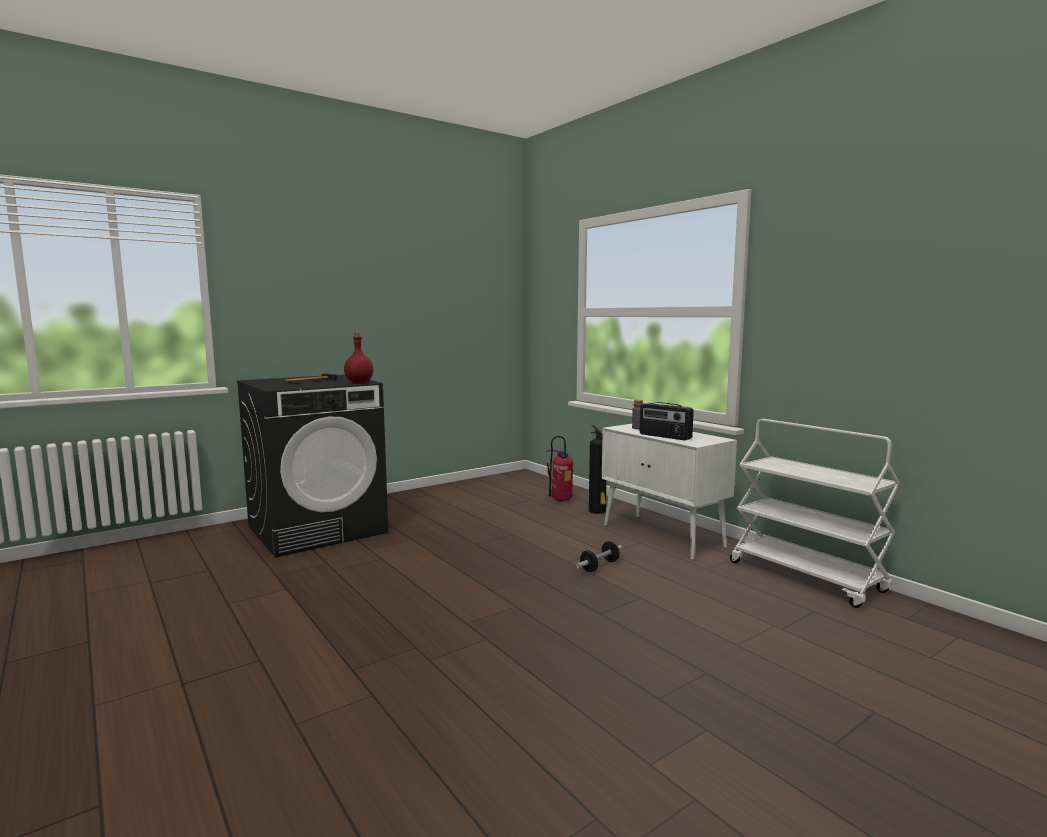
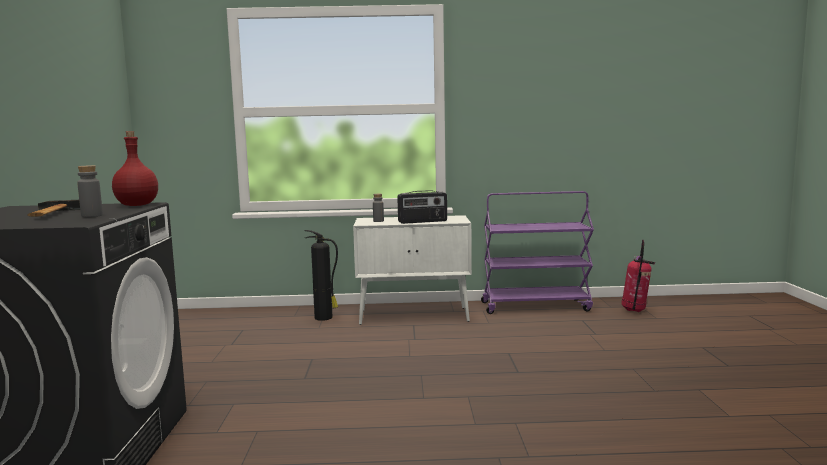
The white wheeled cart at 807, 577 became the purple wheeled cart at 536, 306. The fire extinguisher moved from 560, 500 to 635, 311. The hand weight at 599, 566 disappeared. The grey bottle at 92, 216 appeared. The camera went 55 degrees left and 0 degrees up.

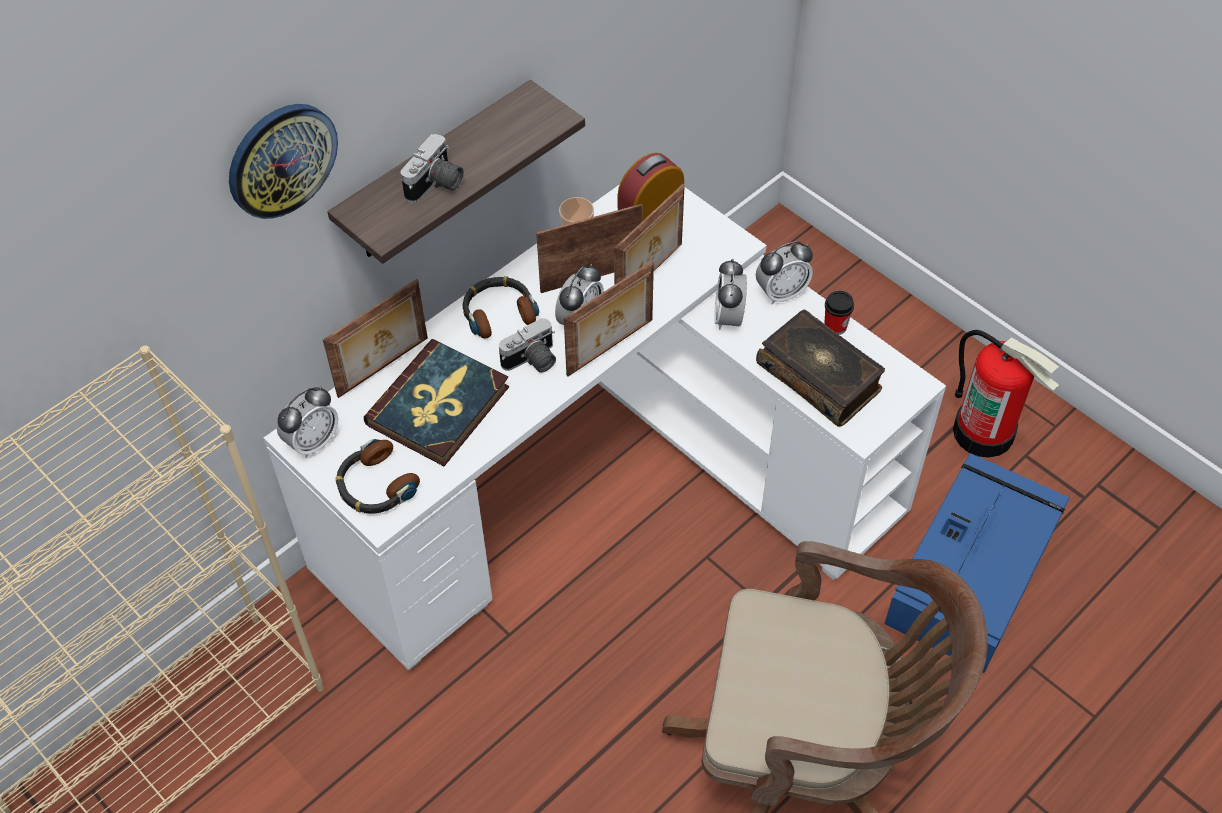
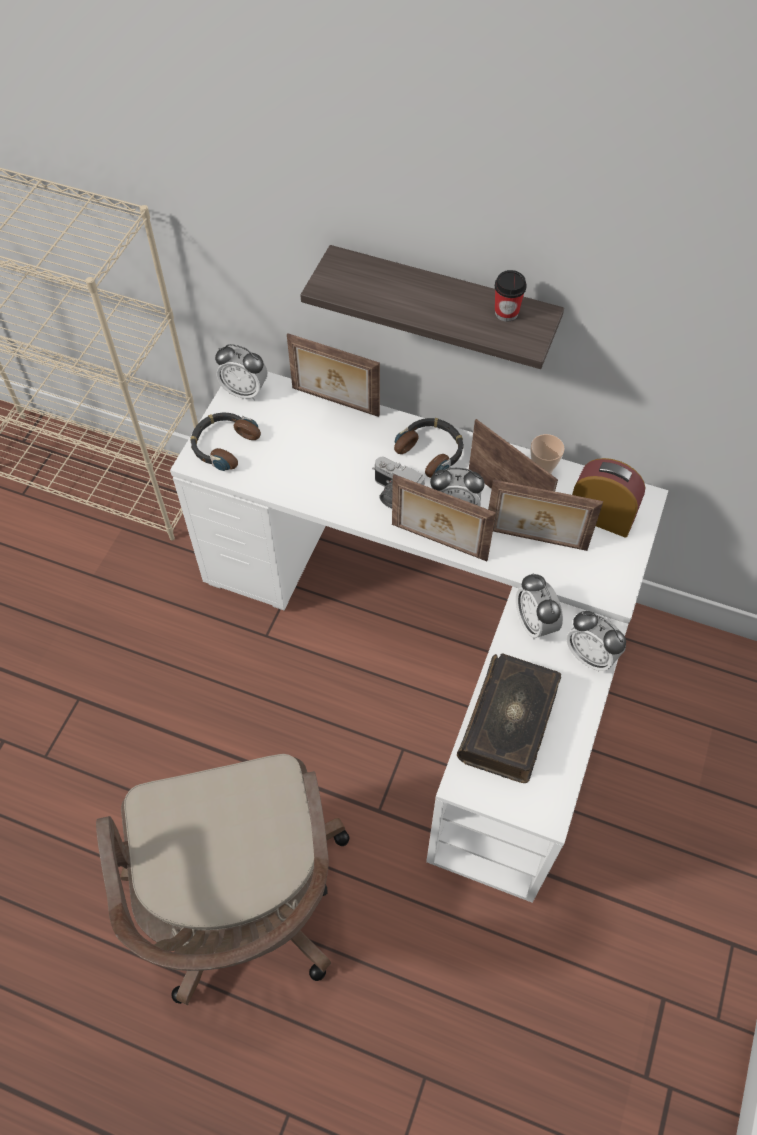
The clock on the wall at 281, 159 disappeared. The photo camera at 436, 185 disappeared. The table clock at 728, 318 turned 90 degrees counterclockwise. The cup moved from 835, 326 to 506, 312. The fire extinguisher at 984, 432 disappeared. The bound book at 439, 406 disappeared. The blue-coloured storage bin at 972, 572 disappeared. The camera went 65 degrees right and 5 degrees up.

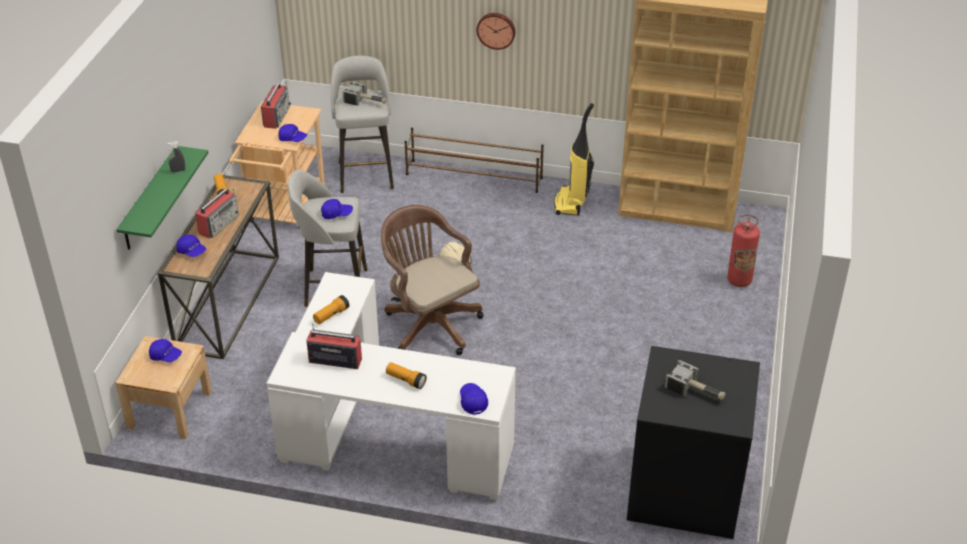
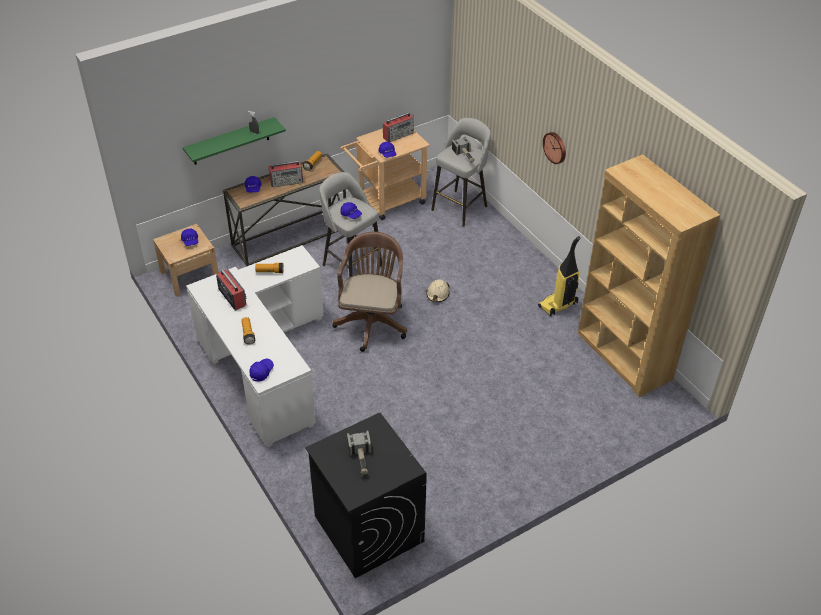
The brownish shoe rack at 474, 176 disappeared. The fire extinguisher at 739, 280 disappeared. The camera went 45 degrees right and 5 degrees up.

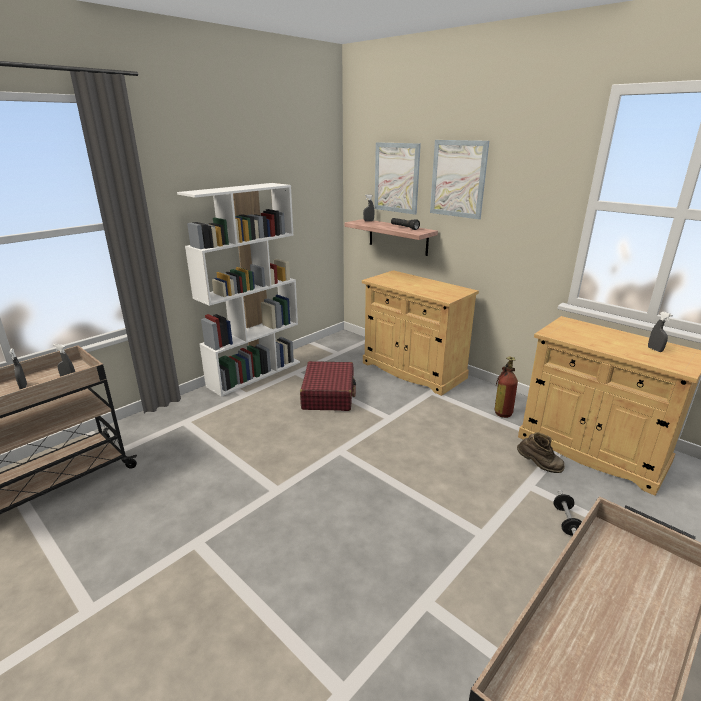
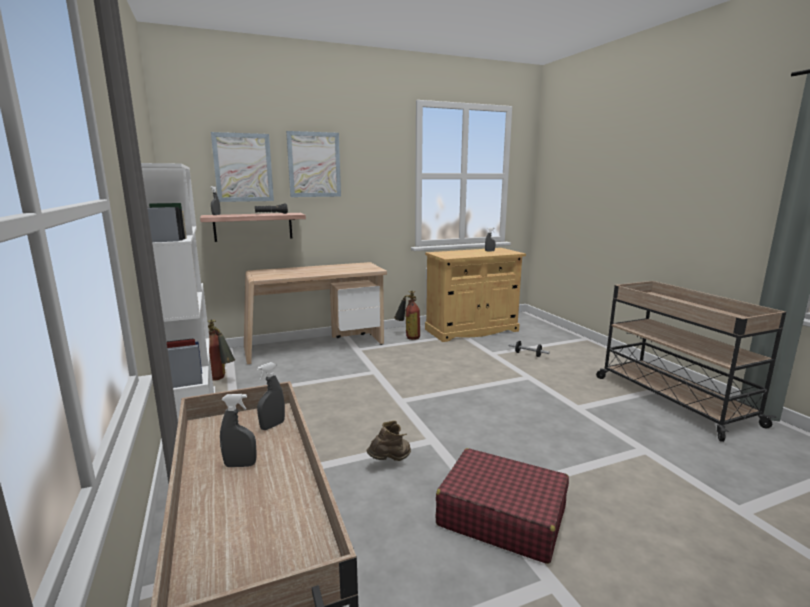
The beige storage cabinet at 413, 370 was replaced by the beige desk table at 315, 347. The reddish suitcase moved from 328, 394 to 501, 516. The brownish boot moved from 539, 466 to 391, 461. The fire extinguisher at 221, 379 appeared. The camera went 65 degrees left and 10 degrees down.

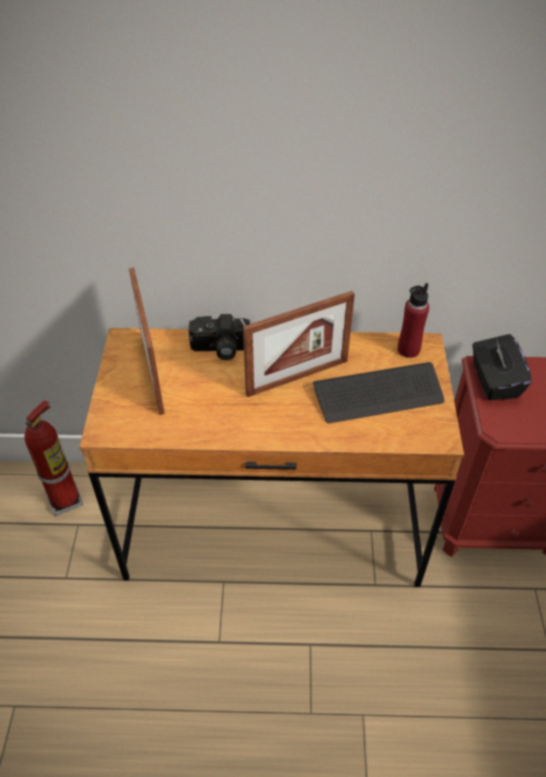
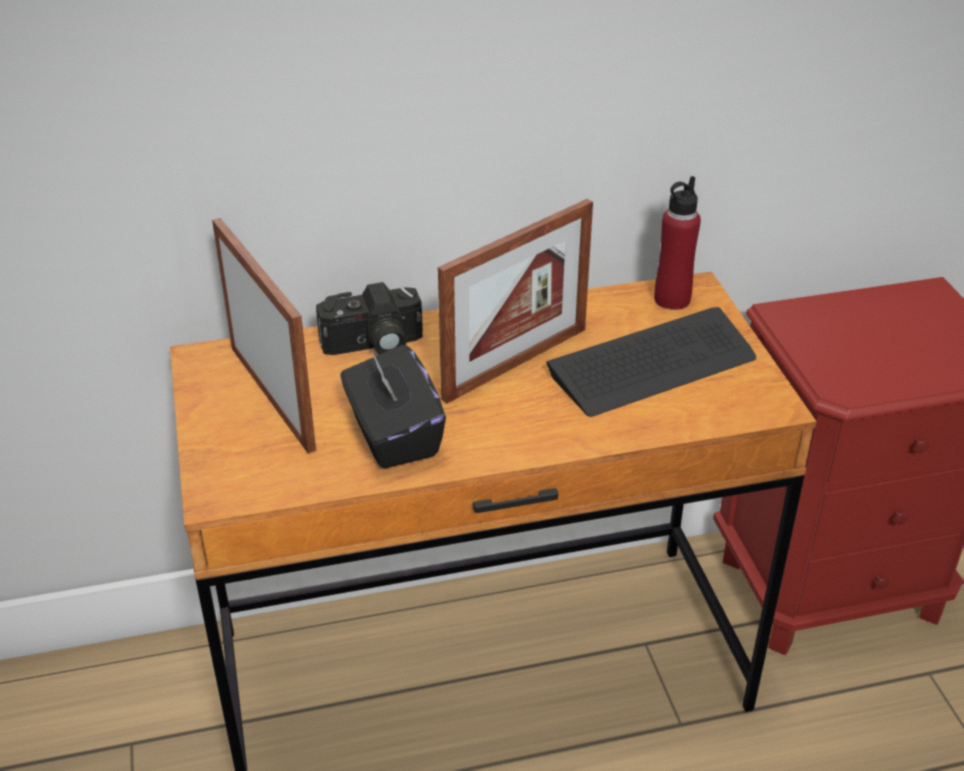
The black-coloured tissue holder moved from 494, 381 to 393, 435. The fire extinguisher at 66, 499 disappeared. The camera went 15 degrees left and 10 degrees down.

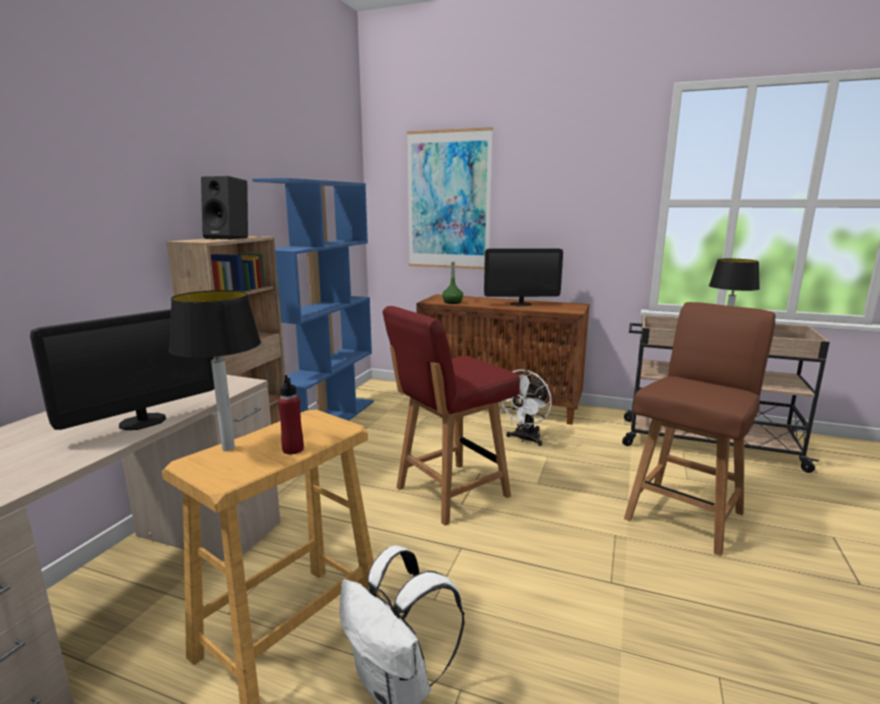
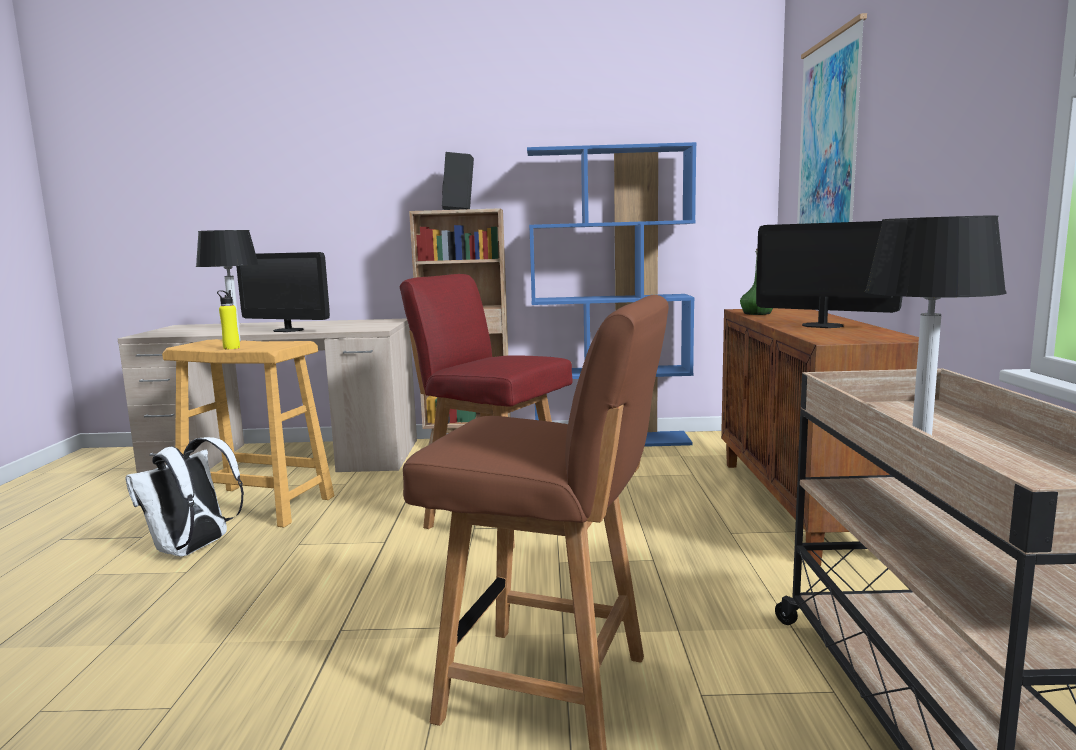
The monitor at 521, 304 turned 150 degrees clockwise. The white cooling fan at 525, 439 disappeared. The reddish bottle at 293, 449 became the yellowish bottle at 231, 348. The camera went 70 degrees right and 5 degrees down.

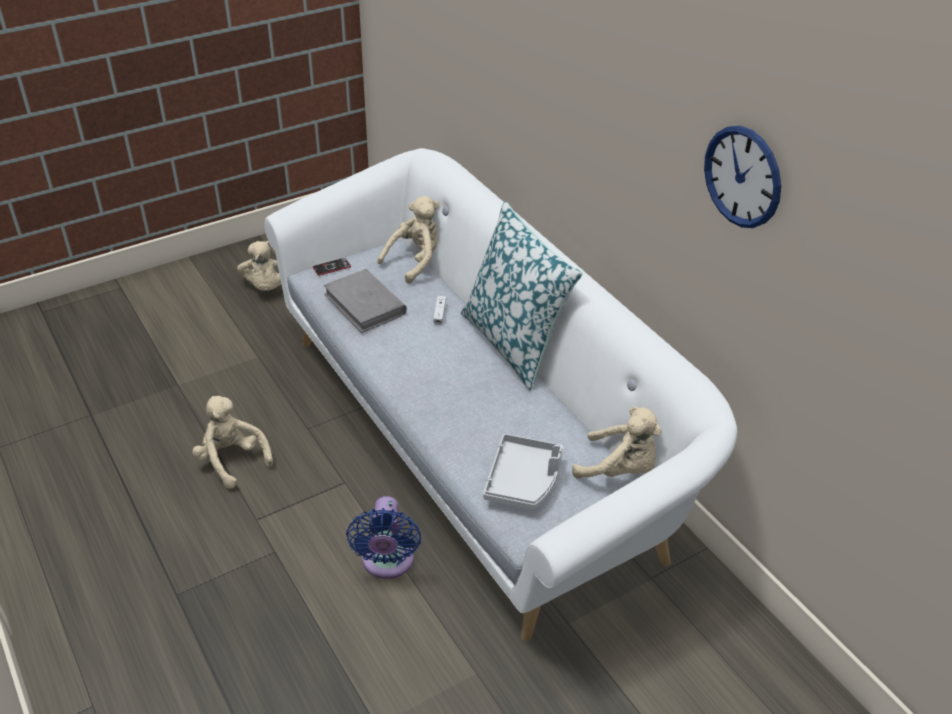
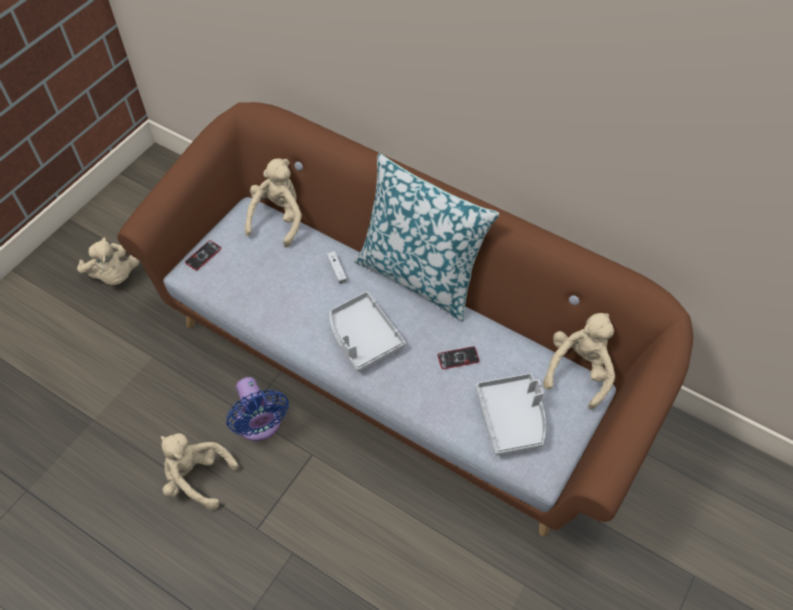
The clock on the wall at 742, 177 disappeared. The white sofa at 474, 438 became the brownish sofa at 396, 361. The grey bound book at 365, 304 disappeared. The beige cuddly toy at 620, 469 turned 60 degrees counterclockwise. The blue-coloured cooling fan moved from 387, 563 to 260, 425. The grey tray at 363, 337 appeared. The handset at 458, 358 appeared. The camera went 25 degrees left and 15 degrees up.

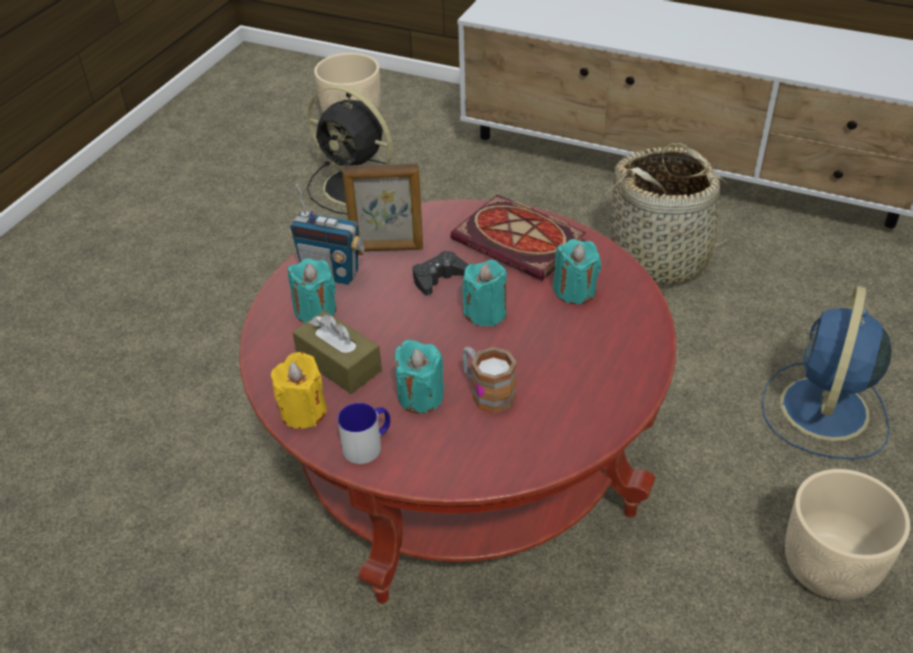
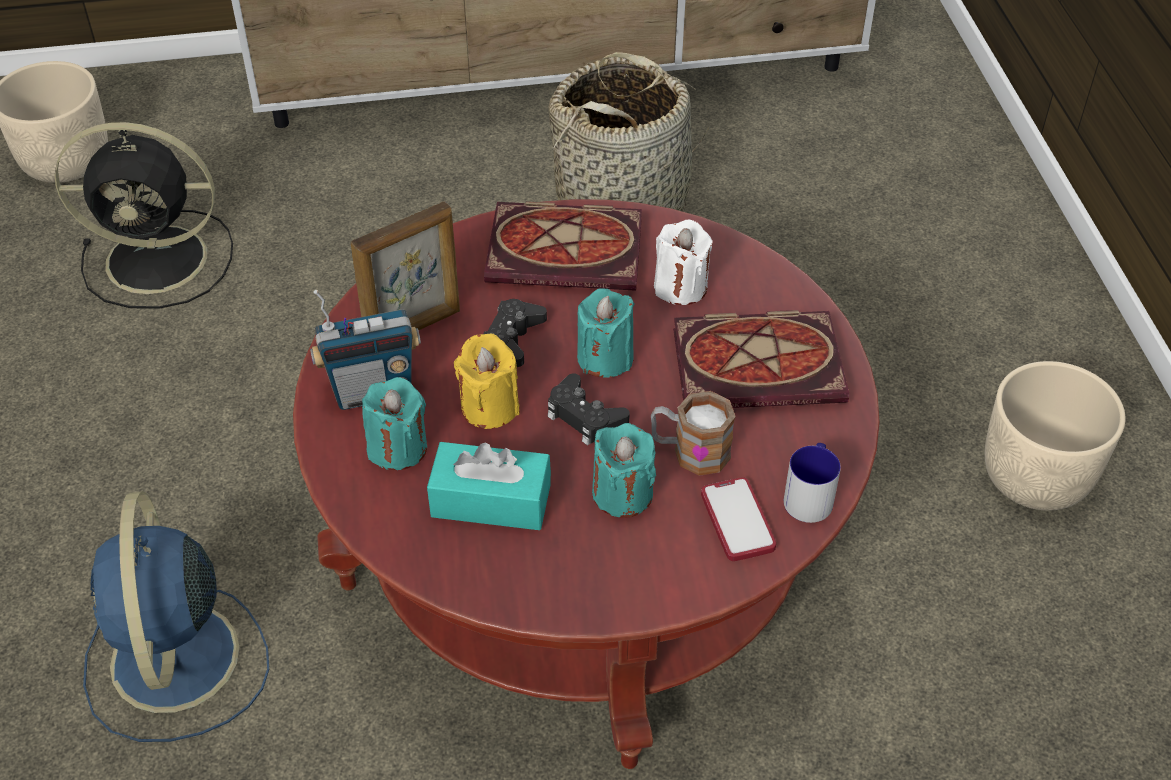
The turquoise candle at 575, 291 became the white candle at 680, 287. The blue-coloured cooling fan moved from 823, 411 to 175, 662. The brownish tissue holder at 339, 364 became the turquoise tissue holder at 491, 501. The yellowish candle moved from 303, 411 to 489, 407. The tea mug moved from 368, 445 to 810, 495. The bound book at 761, 364 appeared. The black-coloured joypad at 584, 417 appeared. The handset at 737, 521 appeared. The camera went 35 degrees left and 5 degrees up.

